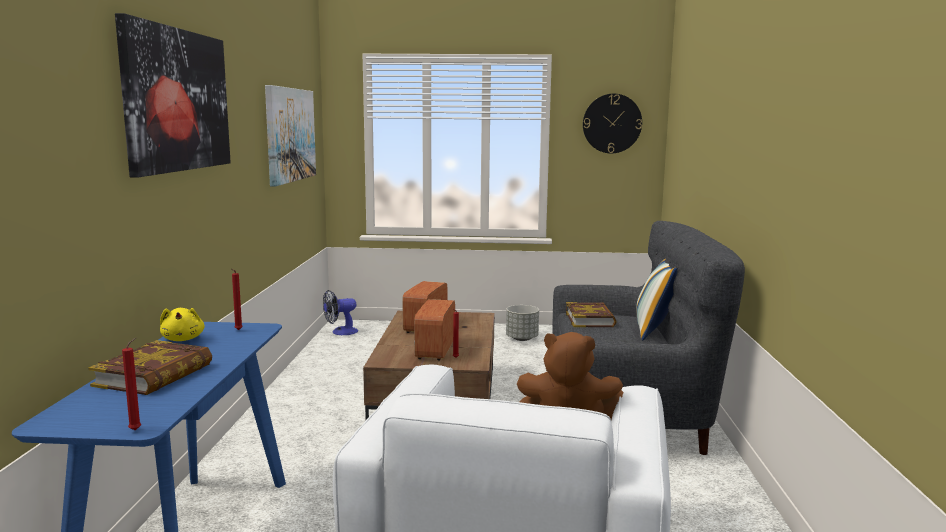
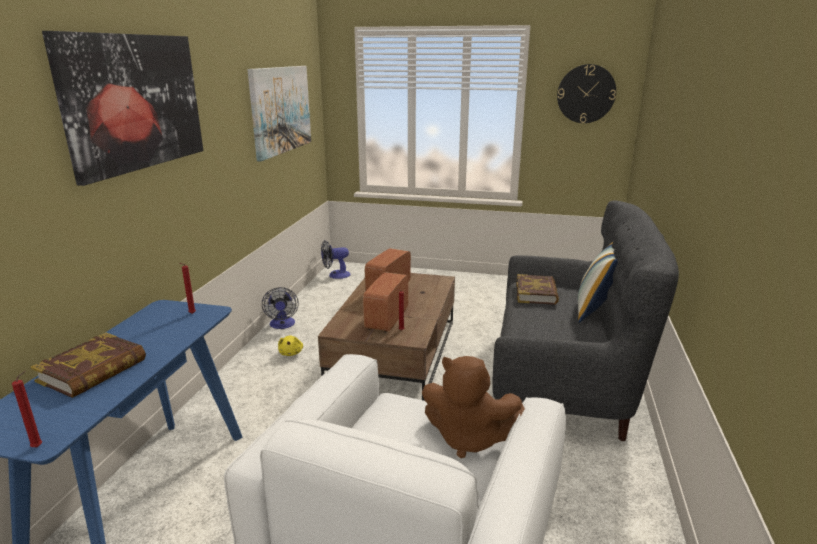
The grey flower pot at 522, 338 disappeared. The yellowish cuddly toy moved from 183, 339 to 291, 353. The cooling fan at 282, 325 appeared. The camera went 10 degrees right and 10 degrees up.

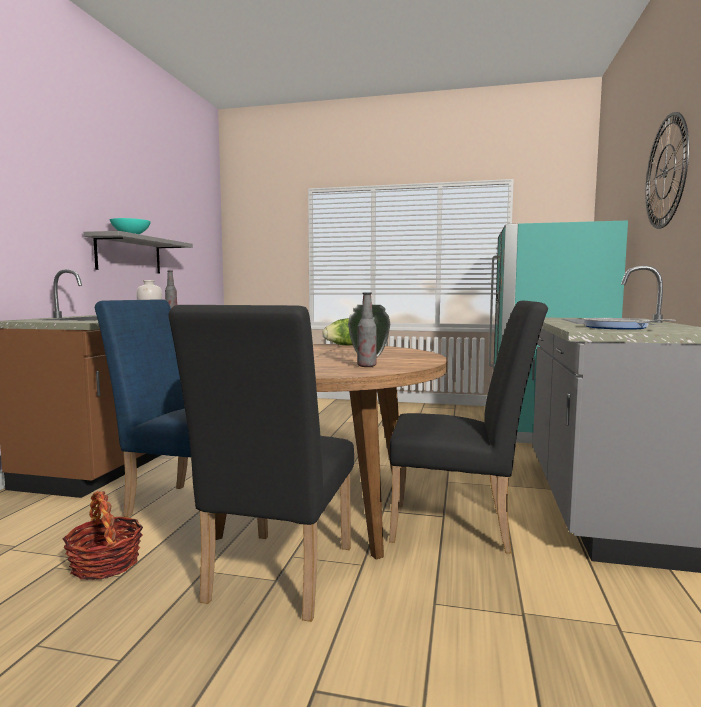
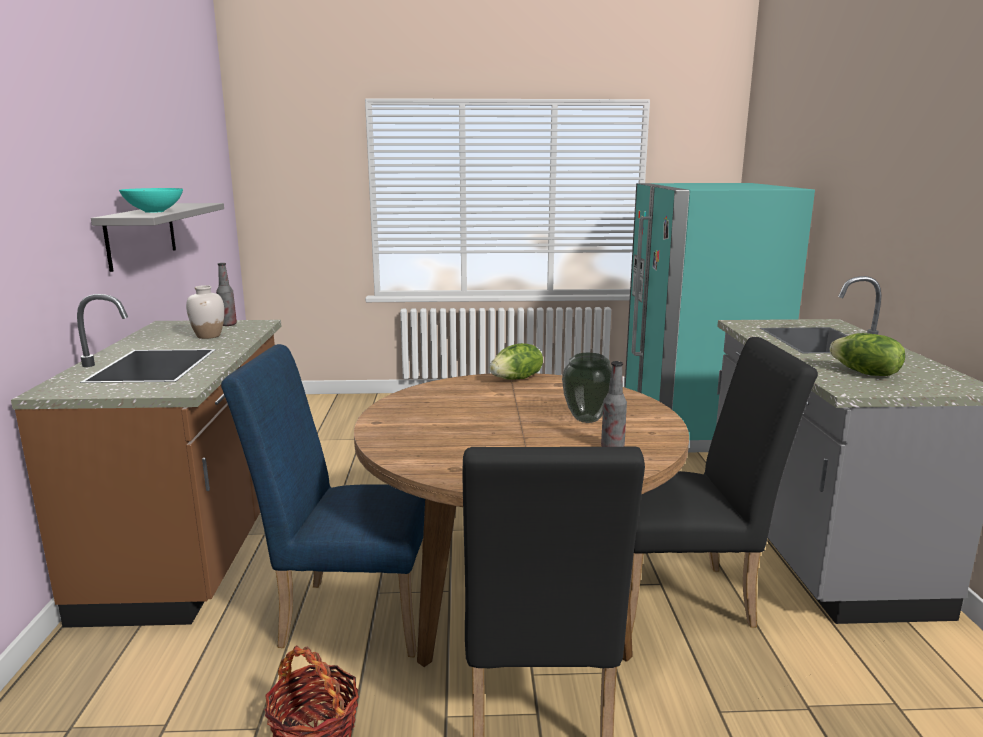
The clock on the wall at 665, 172 disappeared. The skillet at 618, 328 was replaced by the head of lettuce at 865, 373. The camera went 15 degrees left and 10 degrees up.

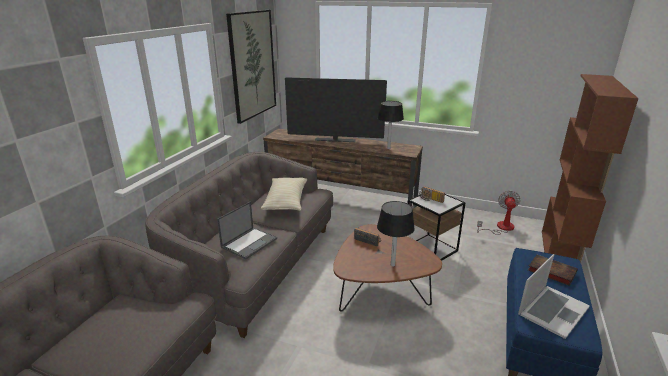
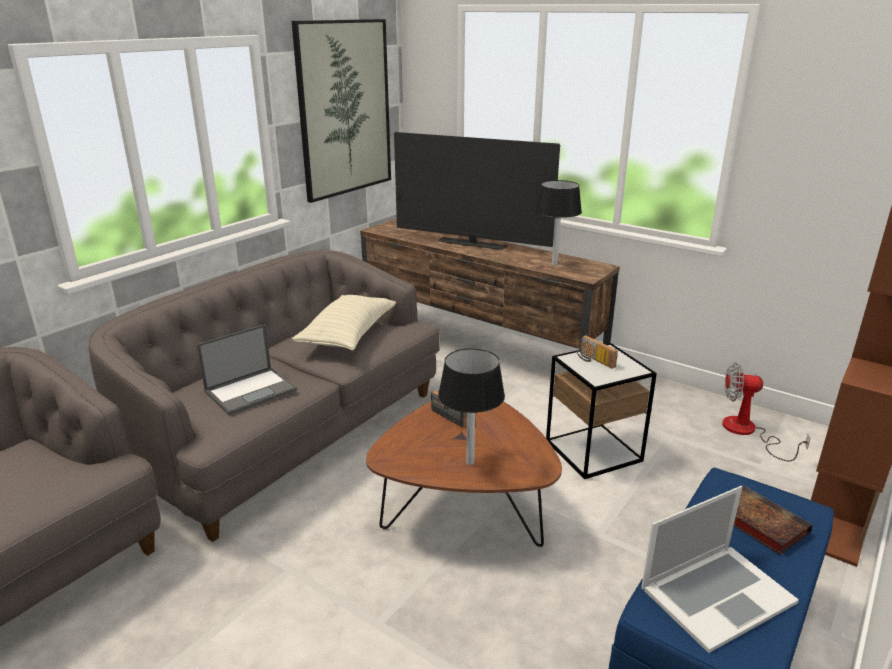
The cooling fan at 500, 228 turned 105 degrees counterclockwise. The camera went 15 degrees right and 0 degrees up.

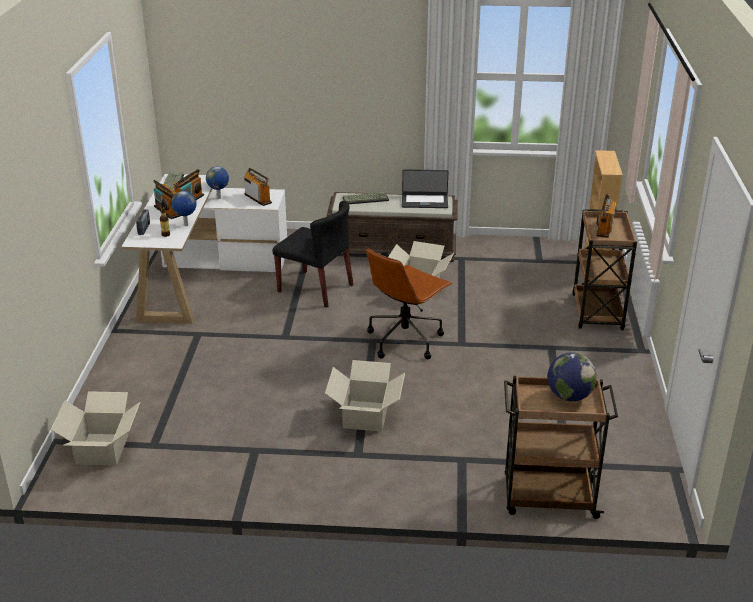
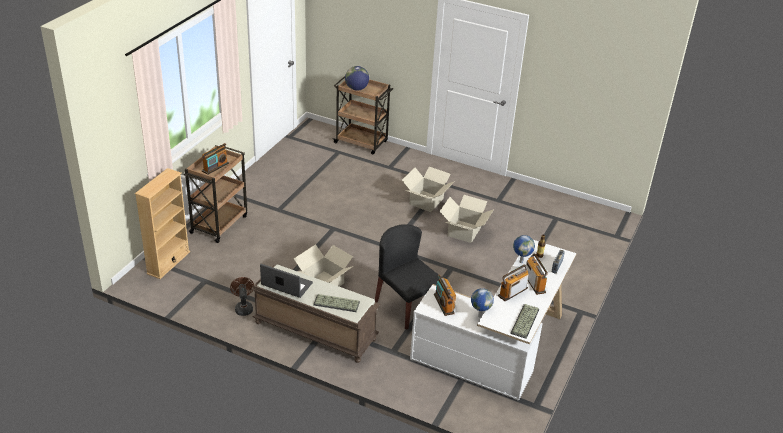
The brownish office chair at 405, 340 disappeared. The cardboard box moved from 101, 449 to 464, 231. The brownish cooling fan at 243, 308 appeared. The camera went 160 degrees left and 5 degrees up.

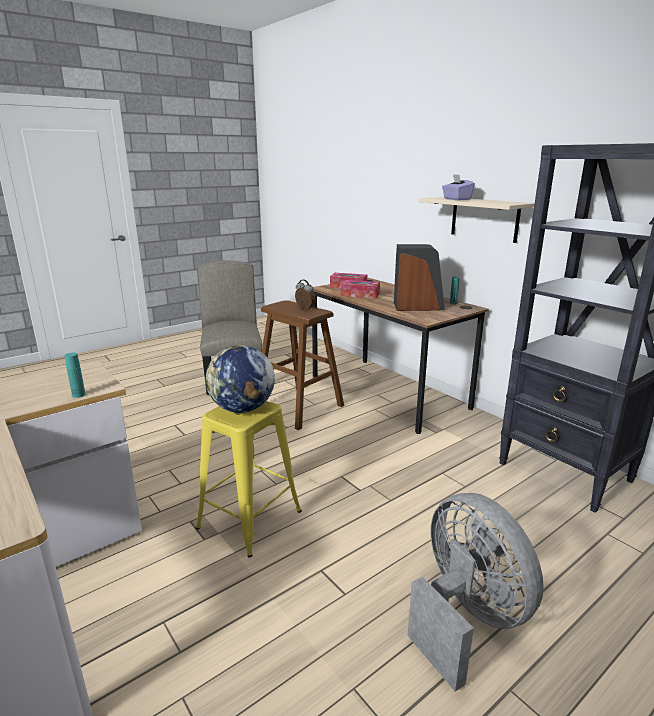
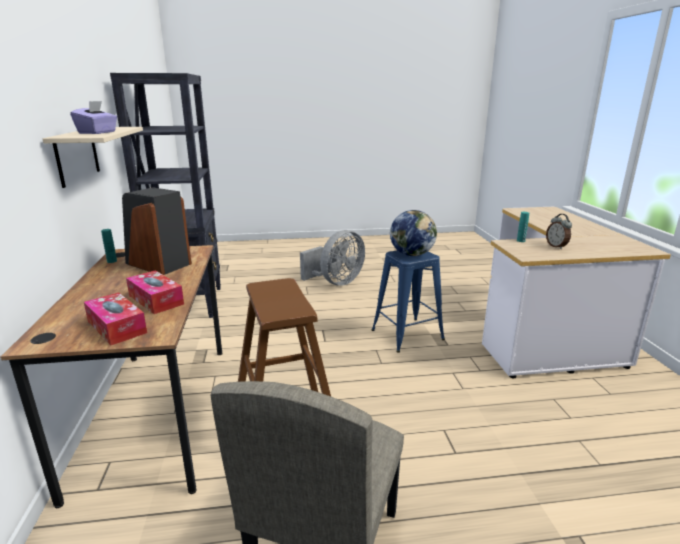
The table clock moved from 304, 309 to 556, 246. The yellowish stool seat at 250, 519 became the blue-coloured stool seat at 407, 335. The grey cooling fan at 465, 617 turned 135 degrees counterclockwise. The camera went 150 degrees left and 0 degrees up.

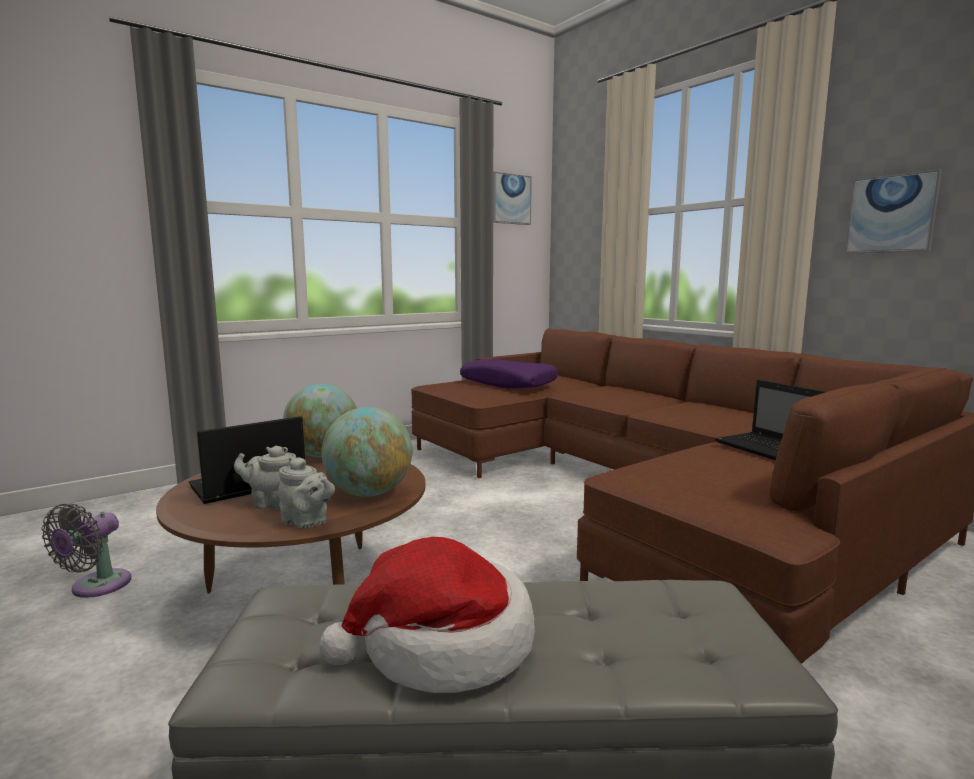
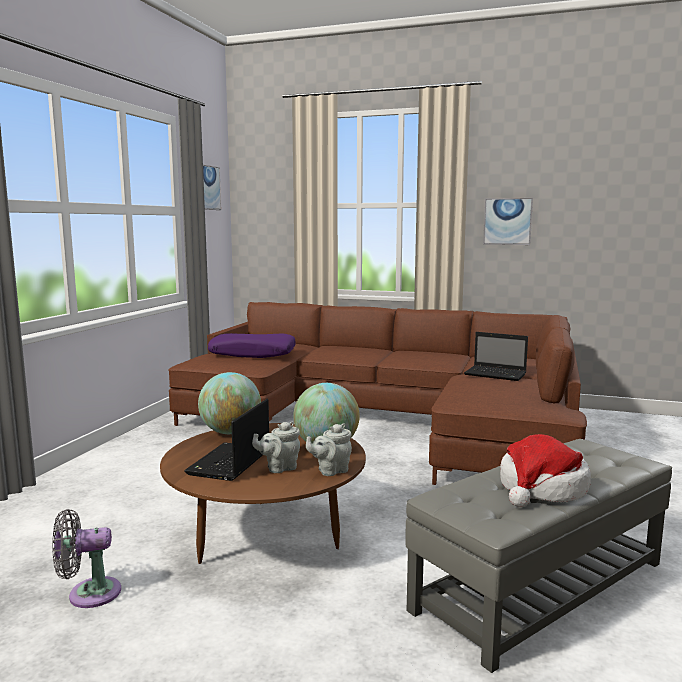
The grey teapot at 307, 522 turned 150 degrees clockwise. The grey cooling fan at 96, 587 turned 90 degrees clockwise. The camera went 35 degrees left and 0 degrees up.

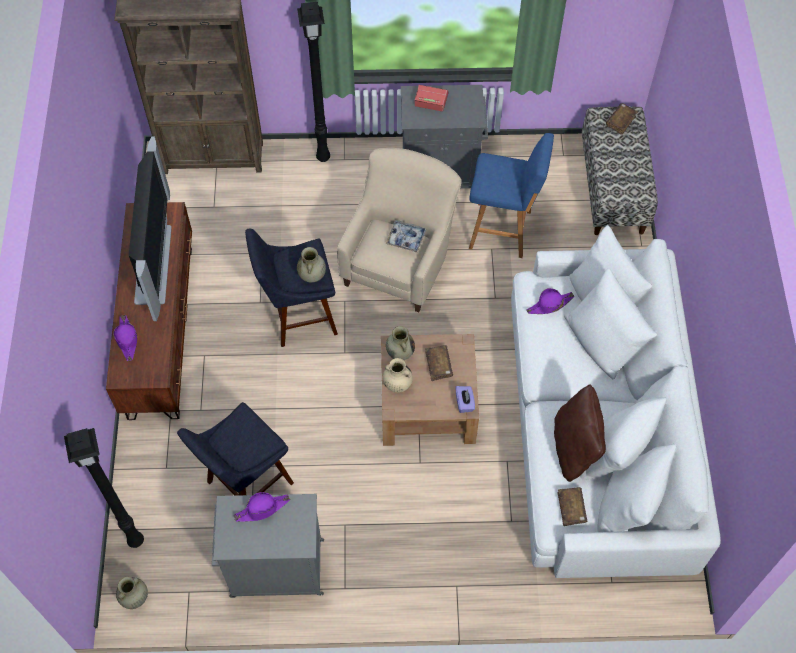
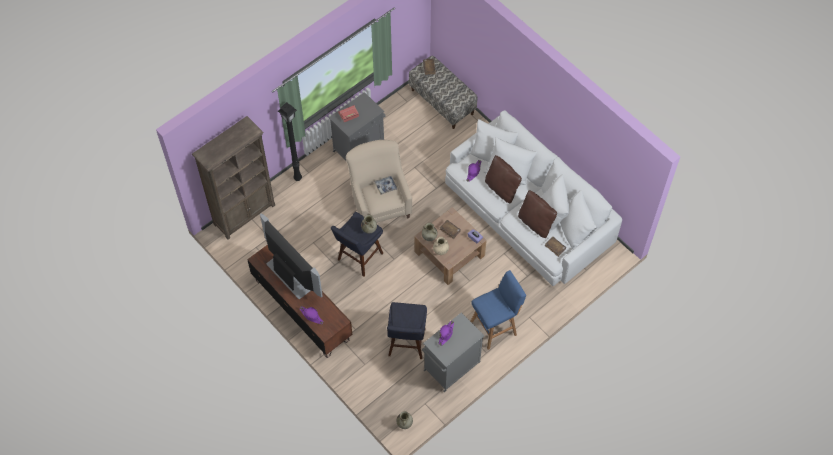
The blue-coloured stool seat moved from 503, 230 to 495, 327. The black-coloured floor lamp at 134, 540 disappeared. The brownish throw pillow at 501, 189 appeared. The camera went 40 degrees left and 0 degrees up.

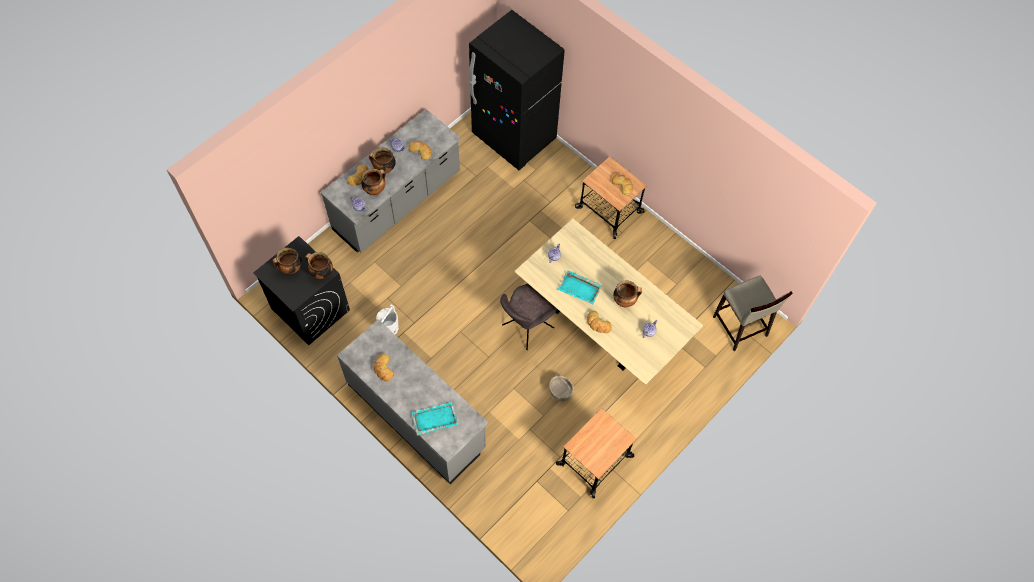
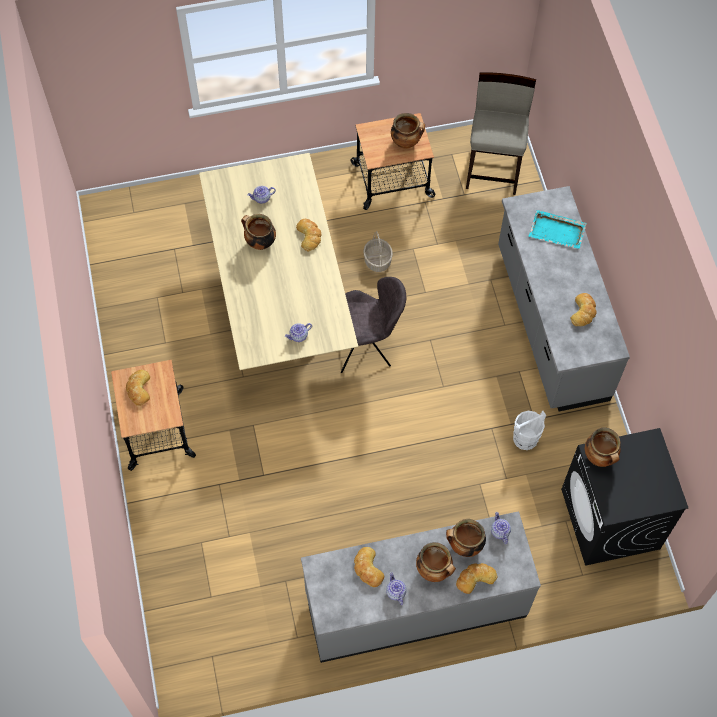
The black-coloured fridge at 514, 137 disappeared. The stockpot moved from 290, 268 to 406, 142. The turquoise tray at 580, 288 disappeared. The beige stool seat moved from 740, 327 to 493, 169. The camera went 145 degrees left and 0 degrees up.

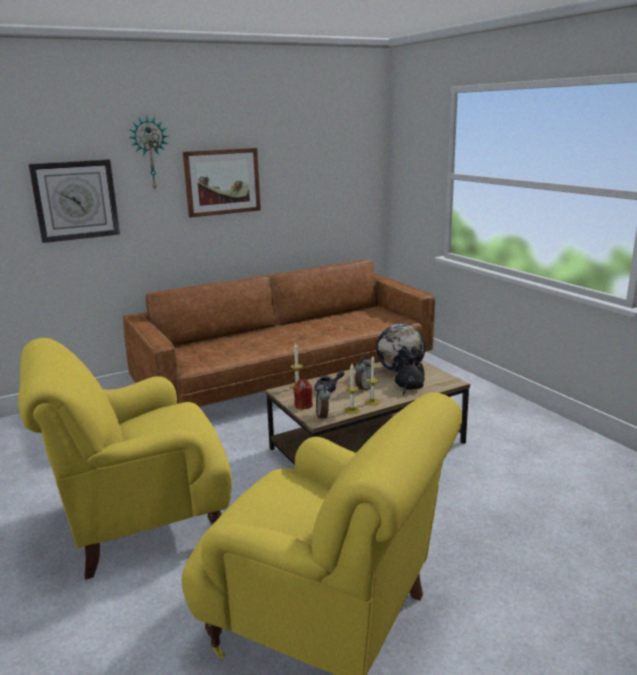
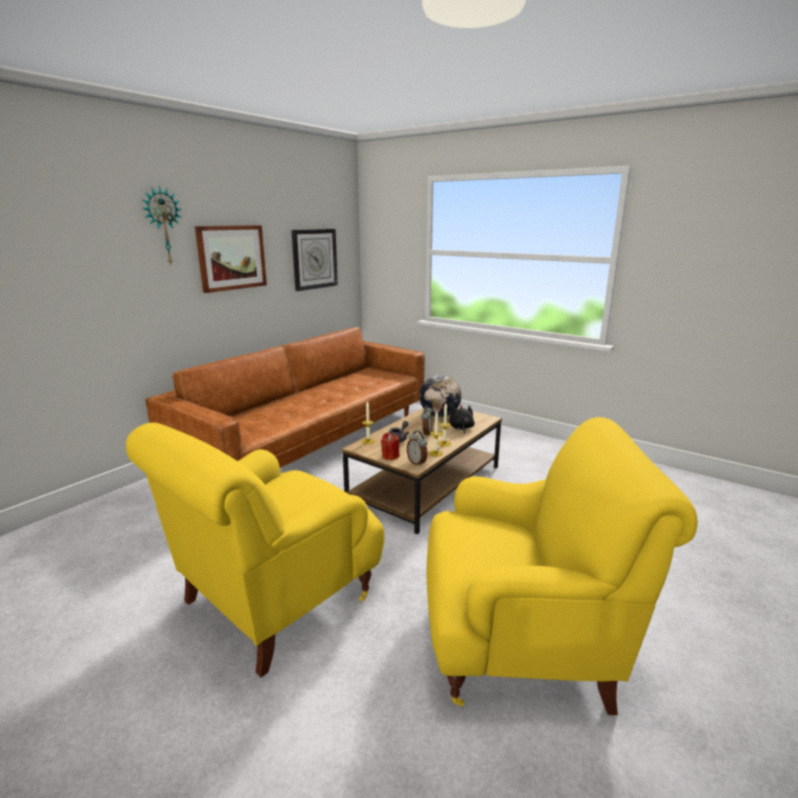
The clock on the wall moved from 75, 200 to 314, 259. The camera went 25 degrees left and 0 degrees up.

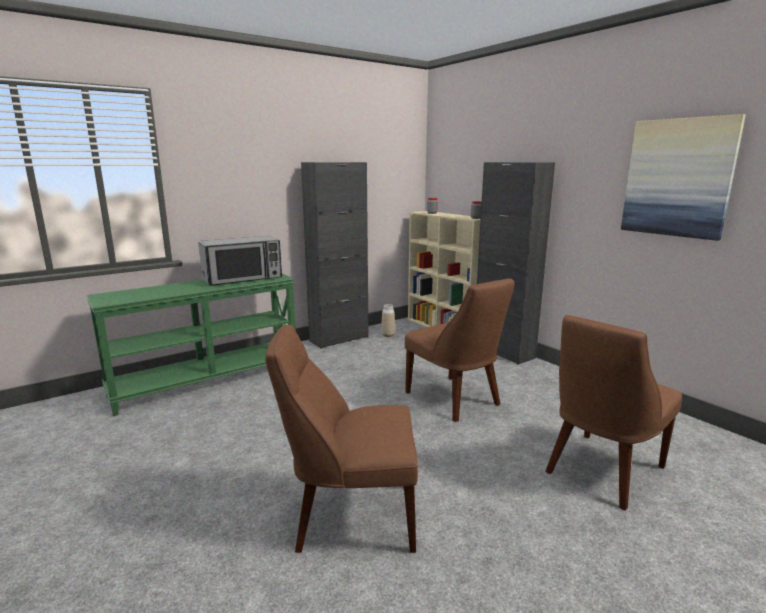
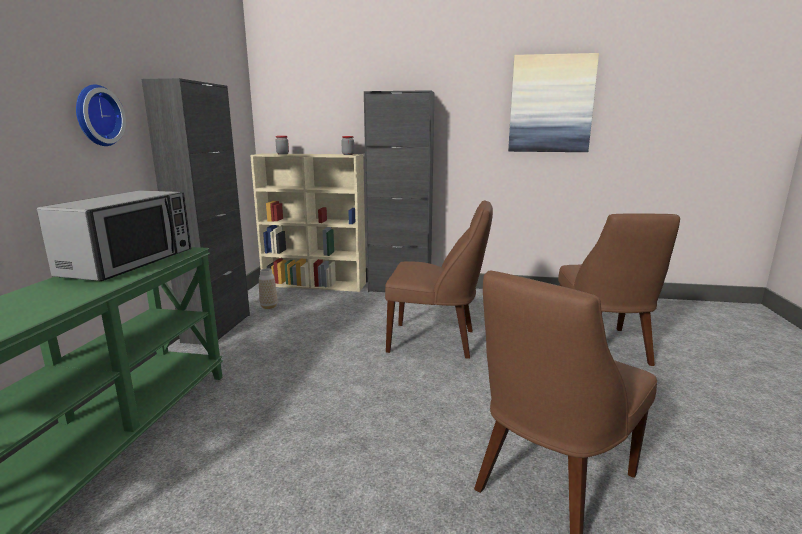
The clock on the wall at 96, 115 appeared. The camera went 45 degrees left and 0 degrees up.

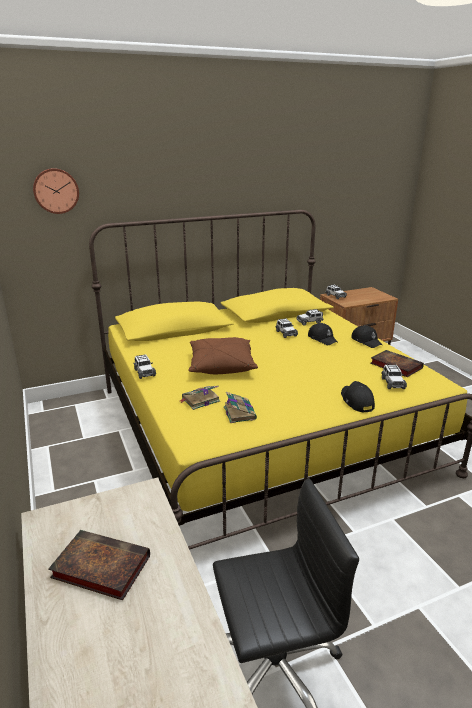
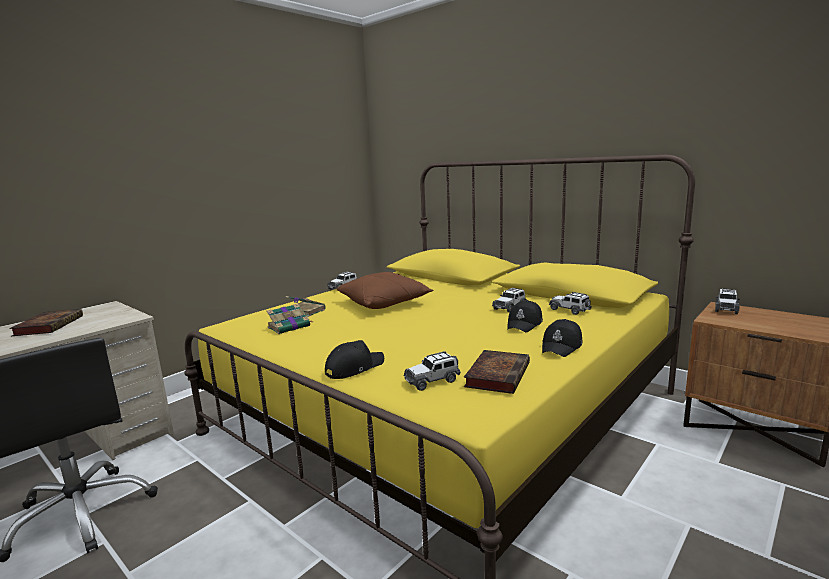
The clock on the wall at 56, 191 disappeared. The camera went 65 degrees right and 10 degrees down.

